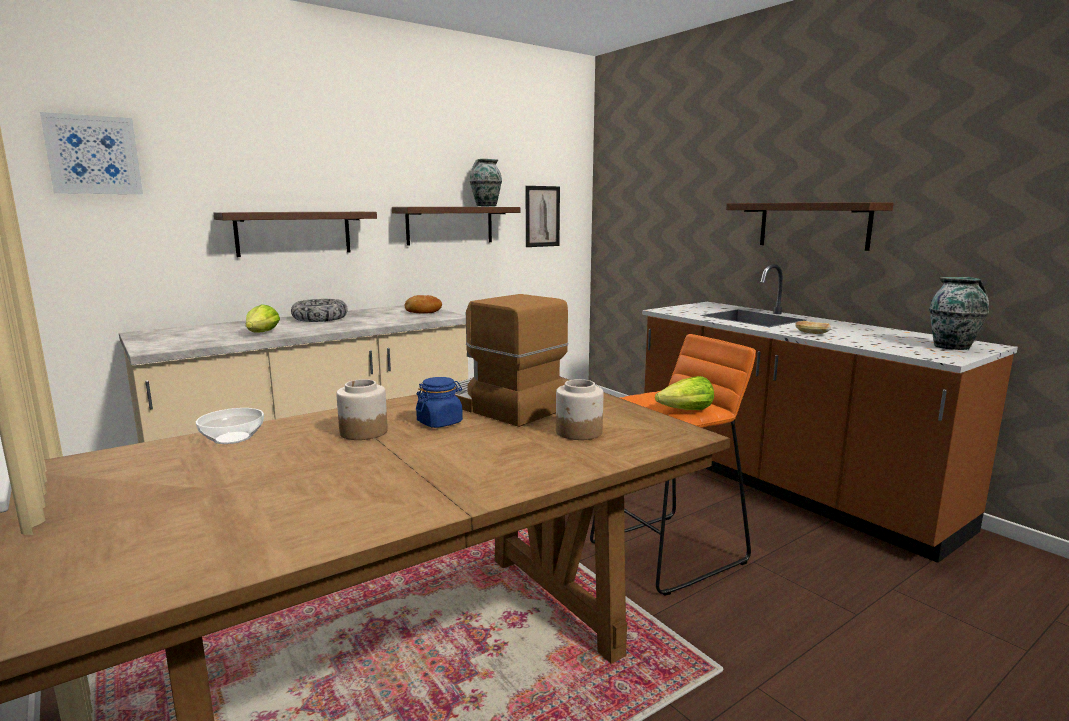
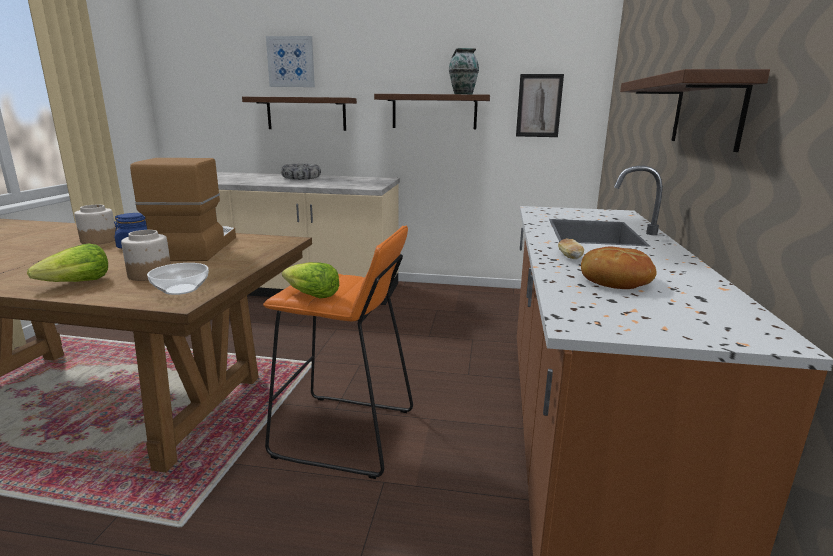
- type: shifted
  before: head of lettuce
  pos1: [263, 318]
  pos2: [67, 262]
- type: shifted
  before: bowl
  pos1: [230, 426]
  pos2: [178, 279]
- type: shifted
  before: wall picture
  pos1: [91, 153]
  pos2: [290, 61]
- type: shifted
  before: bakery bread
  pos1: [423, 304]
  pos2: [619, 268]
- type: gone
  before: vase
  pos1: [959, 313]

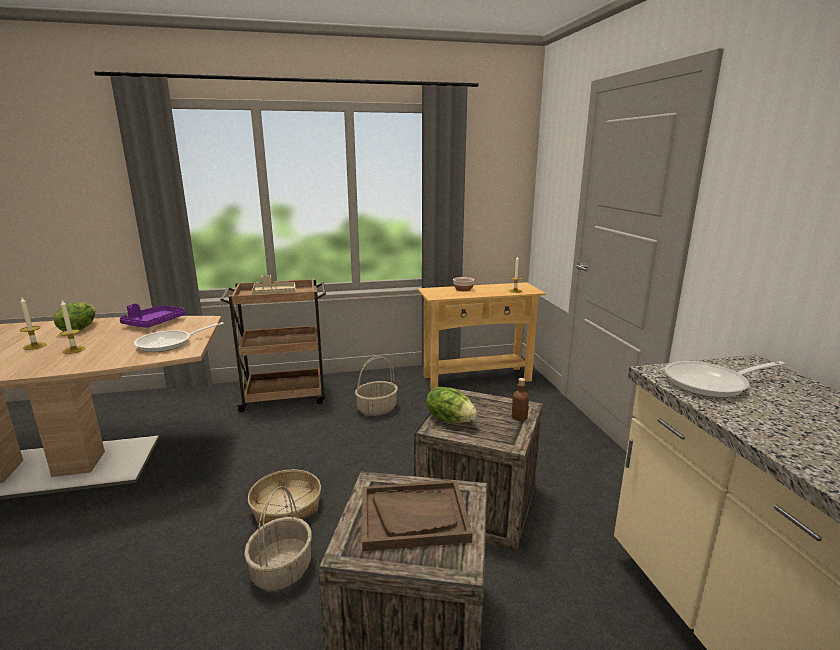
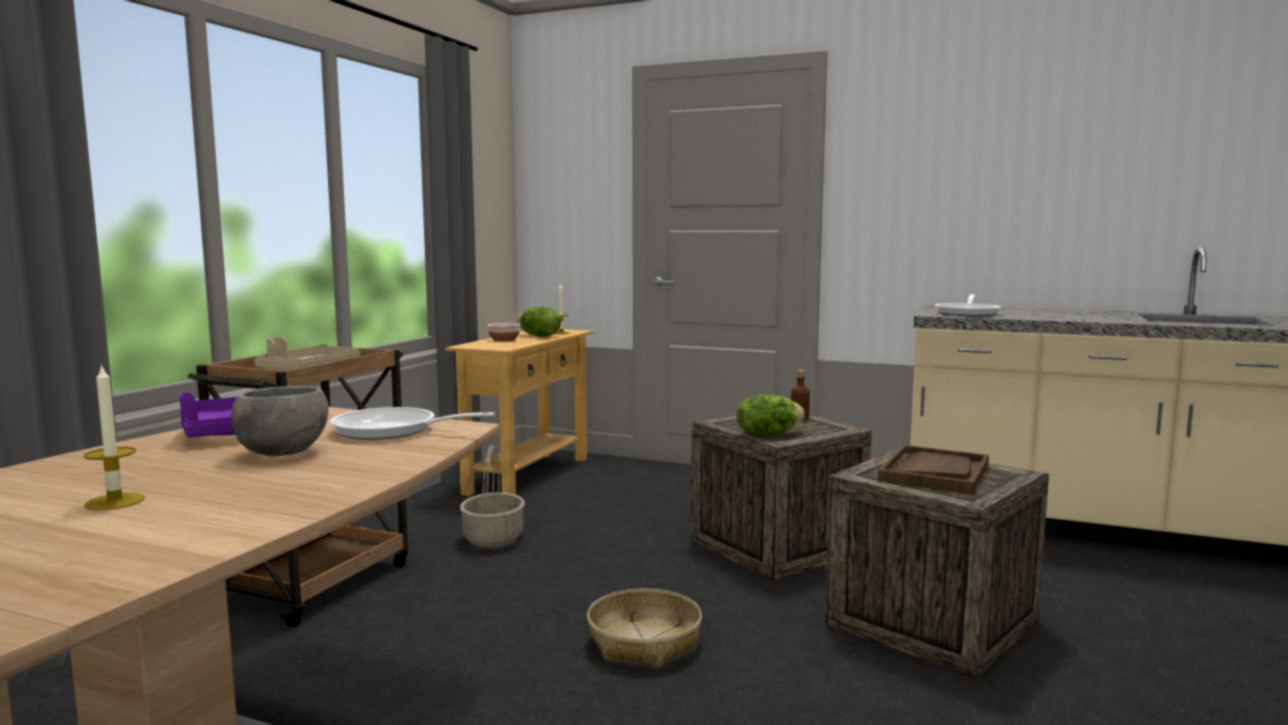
- type: new
  after: greyish bowl
  pos2: [280, 421]
- type: rotated
  before: pan
  pos1: [179, 337]
  pos2: [412, 423]
  turn: 105
- type: shifted
  before: head of lettuce
  pos1: [75, 316]
  pos2: [539, 322]
- type: gone
  before: wax candle
  pos1: [73, 327]
- type: gone
  before: basket
  pos1: [278, 538]

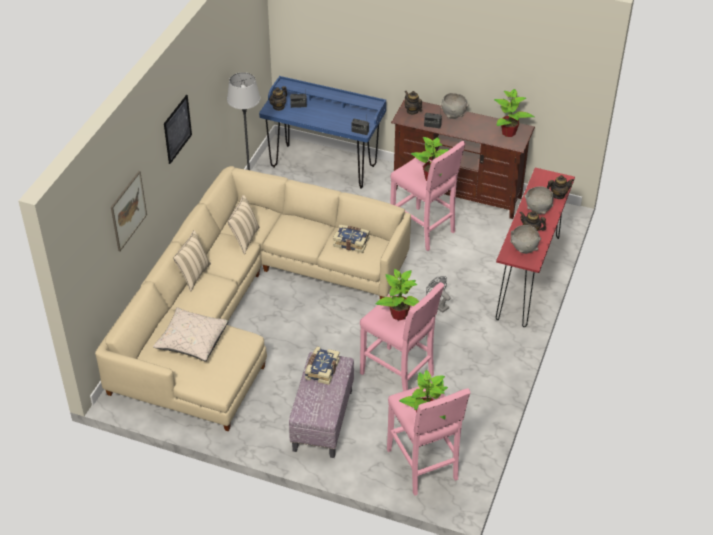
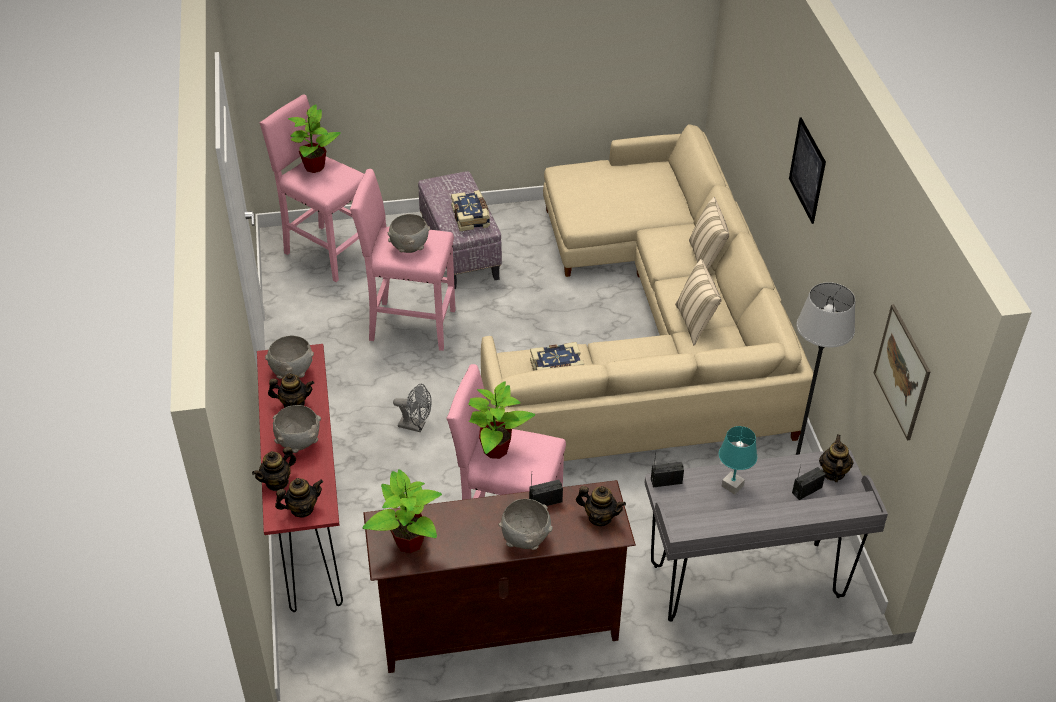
- type: new
  after: teapot
  pos2: [299, 498]
- type: swapped
  before: houseplant
  after: greyish bowl
  pos1: [397, 295]
  pos2: [409, 233]
- type: repainted
  before: bluish desk
  after: greyish desk
  pos1: [322, 132]
  pos2: [766, 535]
- type: new
  after: turquoise lamp for a table
  pos2: [738, 460]
- type: shifted
  before: wall picture
  pos1: [129, 211]
  pos2: [902, 372]
- type: gone
  before: beige cushion
  pos1: [191, 334]

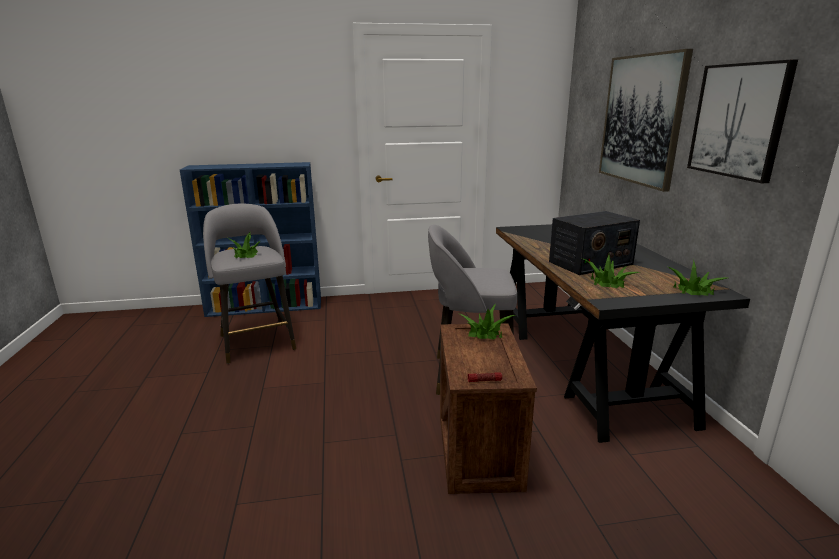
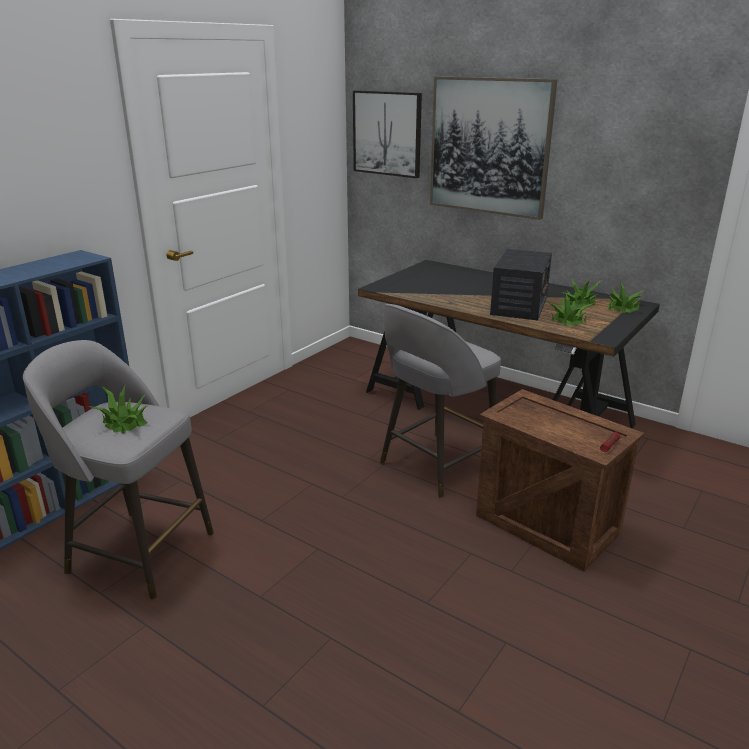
- type: shifted
  before: wall picture
  pos1: [742, 121]
  pos2: [387, 134]
- type: shifted
  before: houseplant
  pos1: [487, 322]
  pos2: [582, 293]

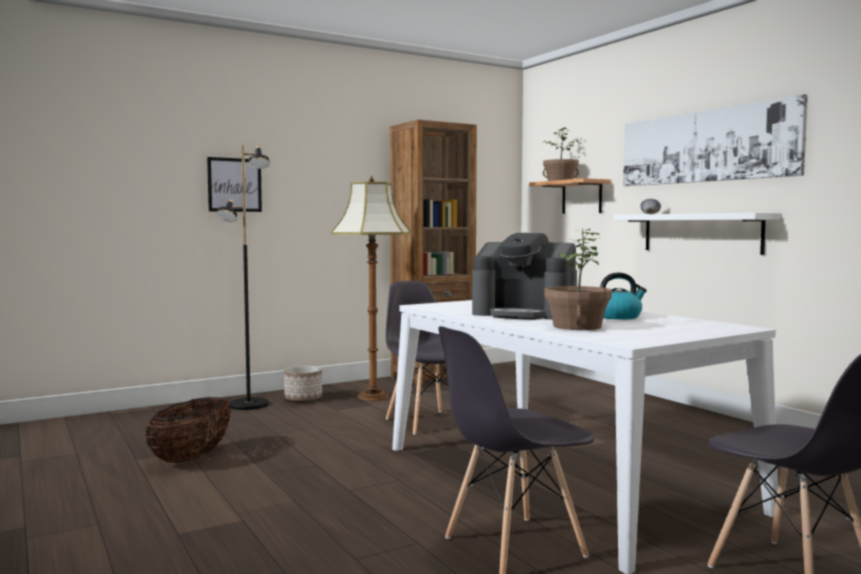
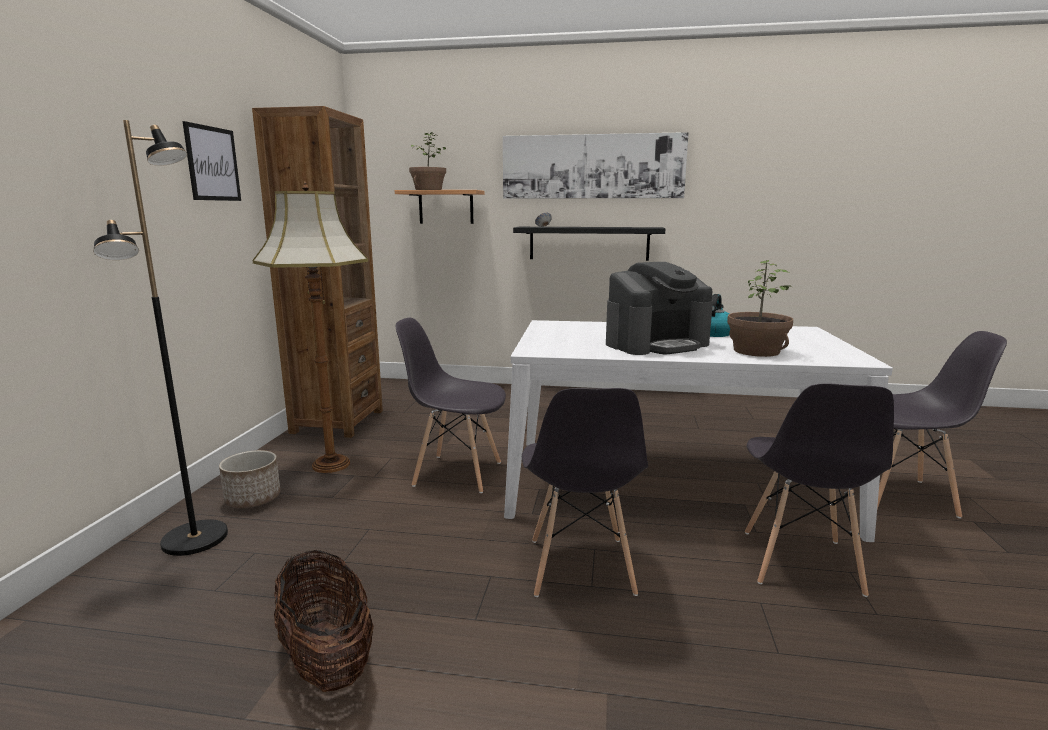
- type: shifted
  before: wall picture
  pos1: [234, 184]
  pos2: [211, 161]
- type: repainted
  before: white shelf
  after: blackish shelf
  pos1: [697, 234]
  pos2: [589, 244]
- type: new
  after: greyish upright chair
  pos2: [585, 492]

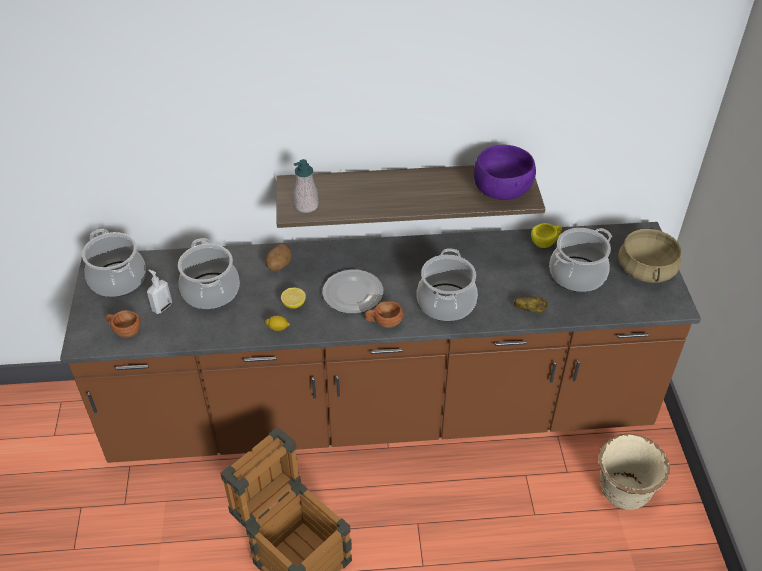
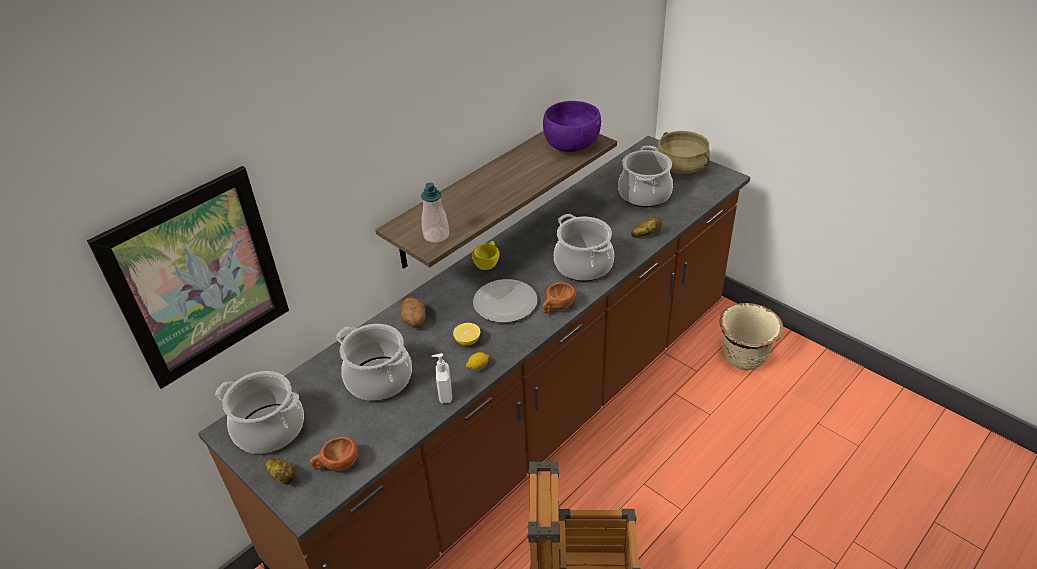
- type: new
  after: wall picture
  pos2: [188, 277]
- type: new
  after: whole potato
  pos2: [281, 471]
- type: shifted
  before: liquid soap bottle
  pos1: [159, 292]
  pos2: [441, 378]
- type: shifted
  before: yellow-coloured drinking cup
  pos1: [546, 235]
  pos2: [486, 255]

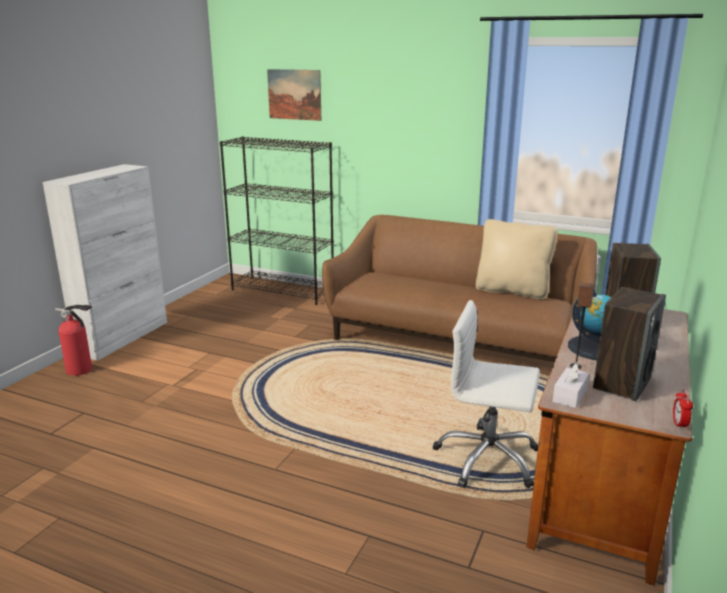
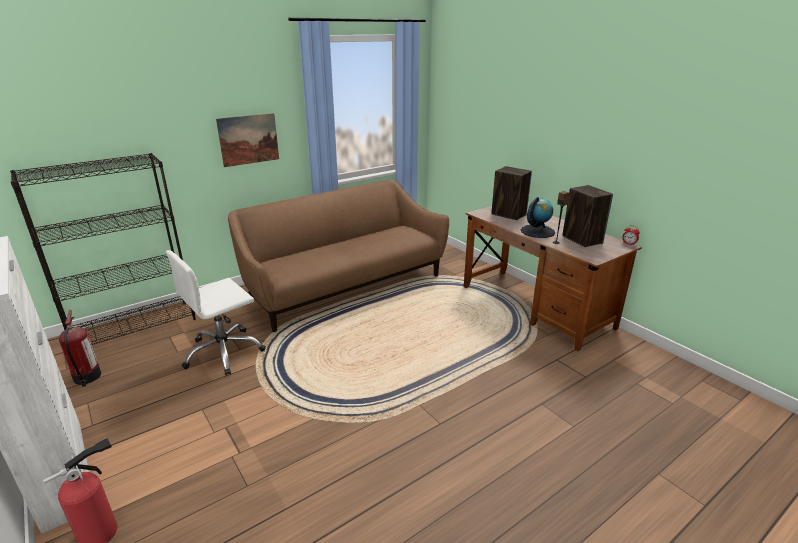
- type: new
  after: fire-fighting cylinder
  pos2: [80, 348]
- type: shifted
  before: white computer chair
  pos1: [486, 394]
  pos2: [216, 313]
- type: shifted
  before: wall picture
  pos1: [294, 95]
  pos2: [247, 140]
- type: gone
  before: beige cushion
  pos1: [517, 259]
- type: gone
  before: white tissue box
  pos1: [571, 385]

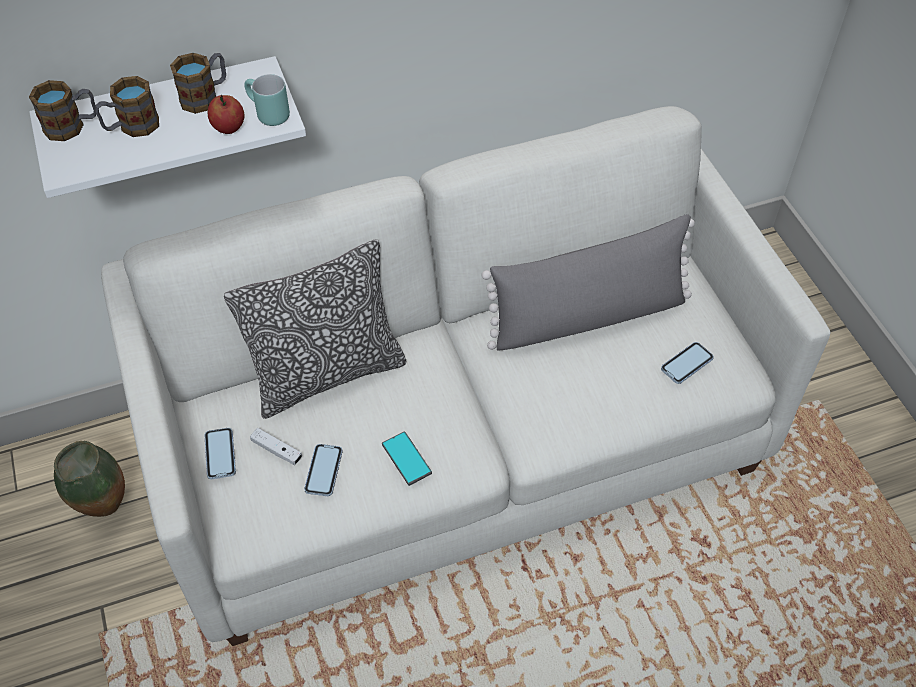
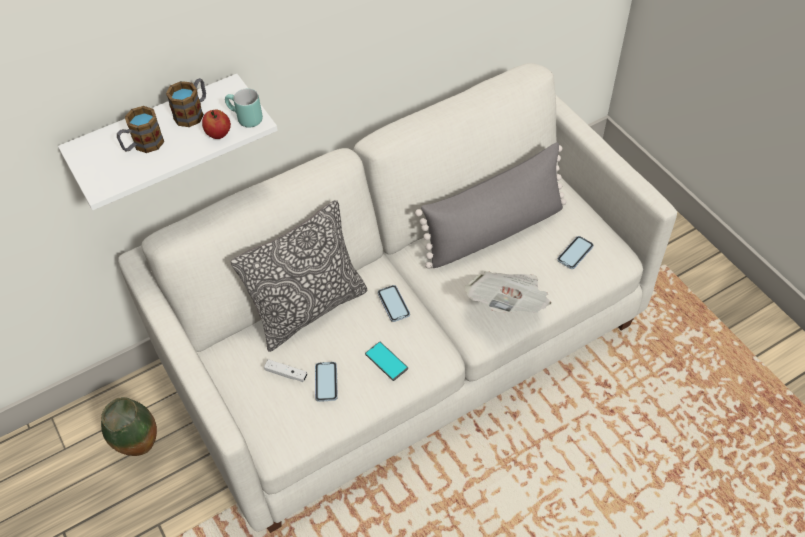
- type: shifted
  before: phone
  pos1: [220, 453]
  pos2: [394, 303]
- type: new
  after: daily paper
  pos2: [508, 292]
- type: gone
  before: tea mug
  pos1: [62, 110]

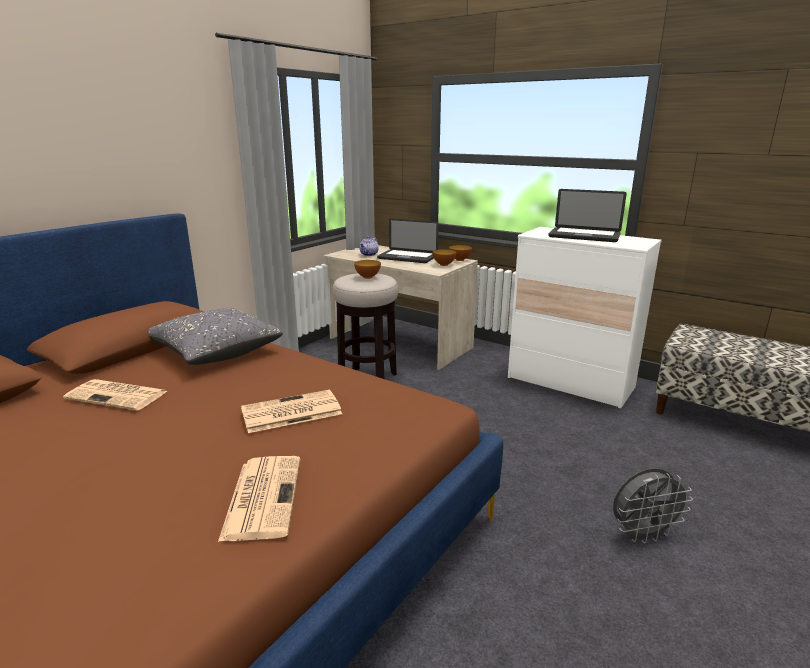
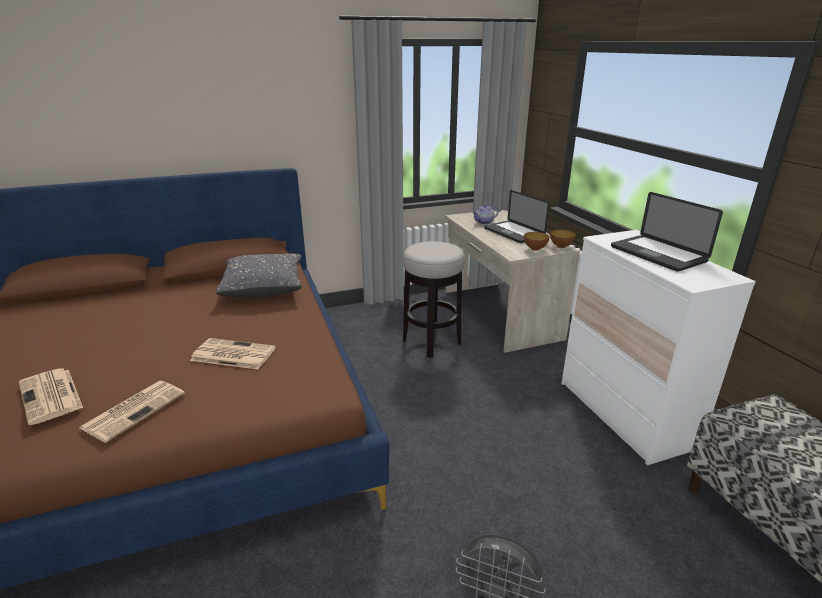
- type: shifted
  before: daily paper
  pos1: [115, 395]
  pos2: [51, 396]
- type: gone
  before: bowl
  pos1: [367, 269]

